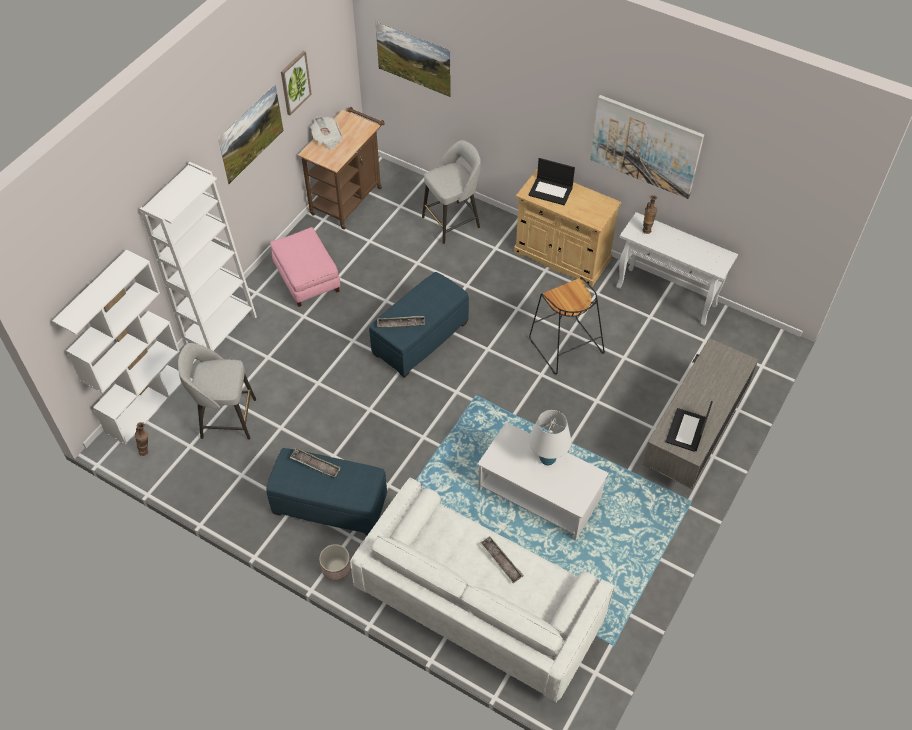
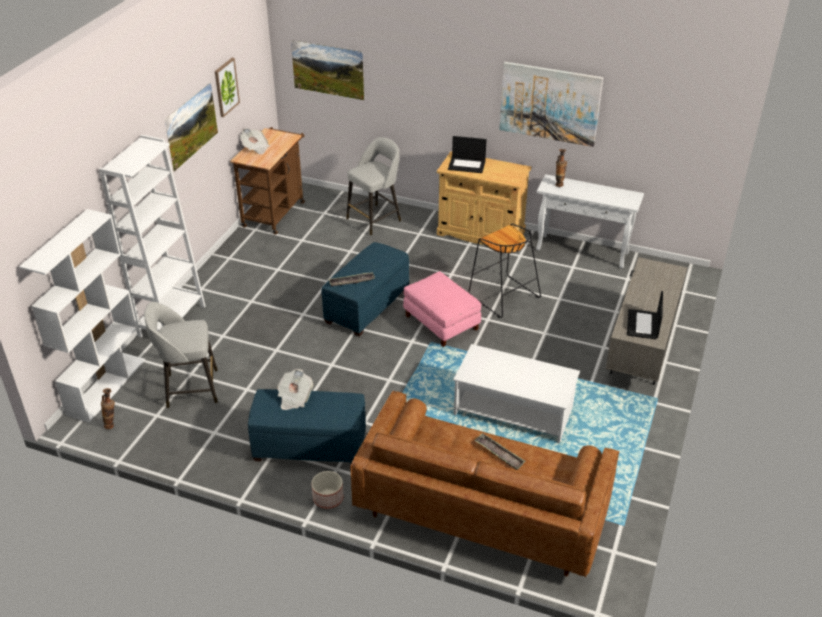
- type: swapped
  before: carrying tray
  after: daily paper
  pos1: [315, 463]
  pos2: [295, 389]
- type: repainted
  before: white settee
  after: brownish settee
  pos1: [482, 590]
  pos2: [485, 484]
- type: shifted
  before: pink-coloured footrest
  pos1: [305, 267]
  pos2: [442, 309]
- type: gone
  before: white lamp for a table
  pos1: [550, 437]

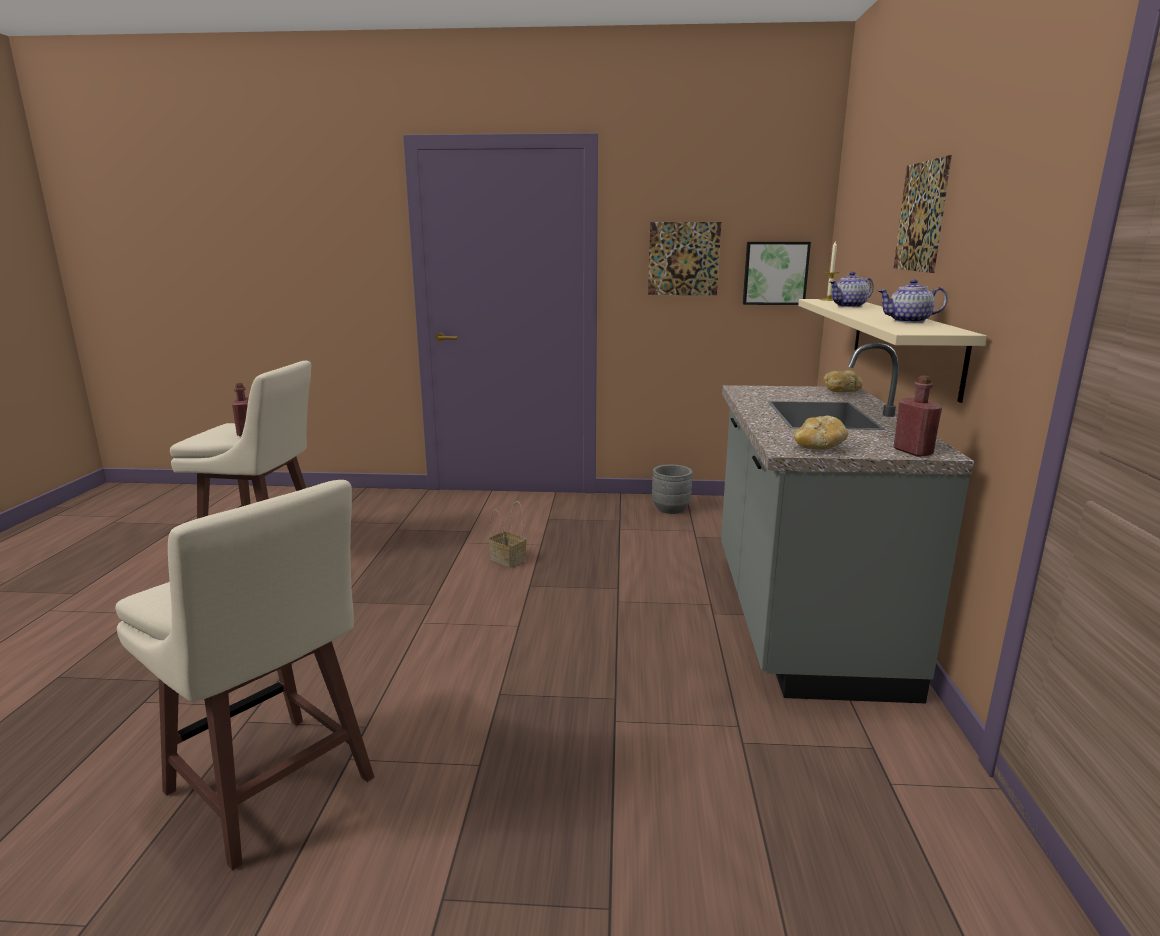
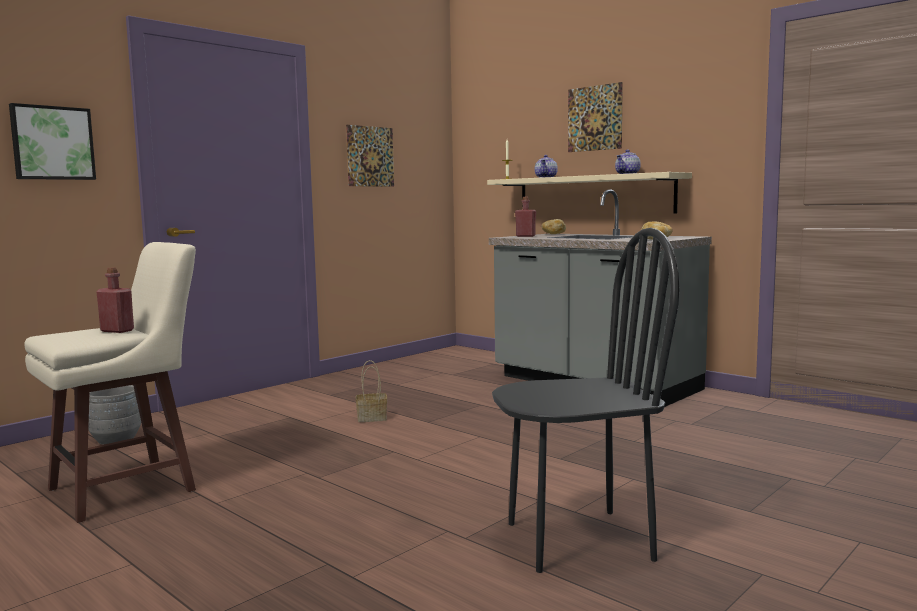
- type: shifted
  before: wall picture
  pos1: [777, 273]
  pos2: [52, 141]
- type: shifted
  before: greyish plant pot
  pos1: [672, 489]
  pos2: [114, 415]
- type: swapped
  before: beige stool
  after: blackish upright chair
  pos1: [244, 675]
  pos2: [586, 400]
- type: shifted
  before: red-coloured beverage bottle
  pos1: [917, 416]
  pos2: [525, 217]

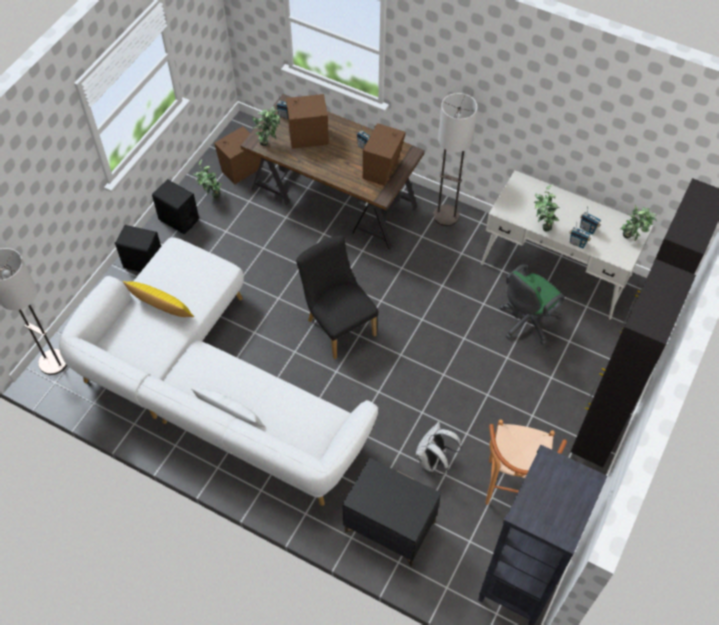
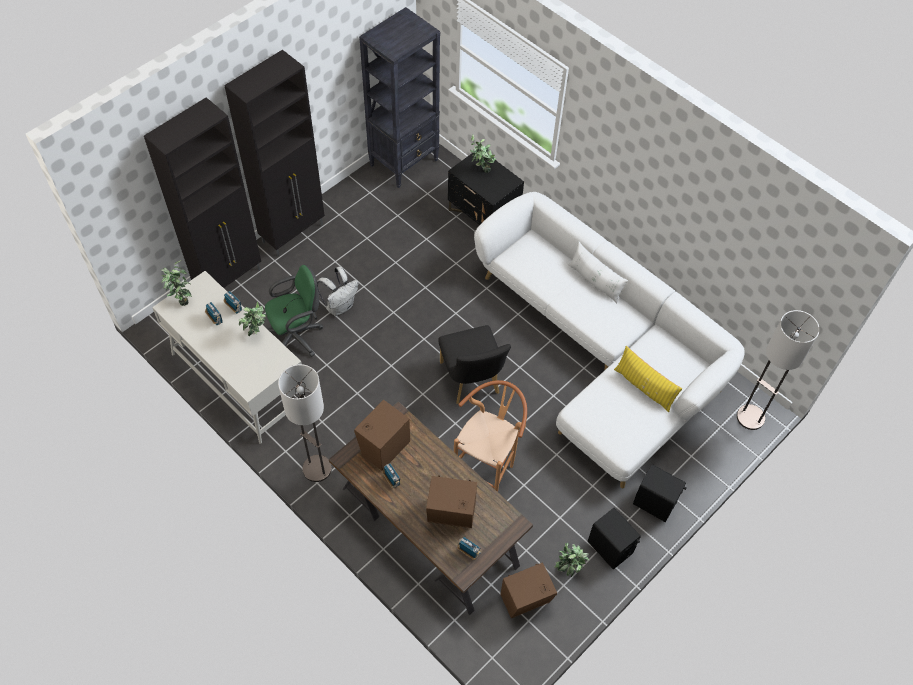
- type: shifted
  before: white knapsack
  pos1: [439, 448]
  pos2: [337, 291]
- type: shifted
  before: brownish stool
  pos1: [526, 462]
  pos2: [490, 436]
- type: shifted
  before: houseplant
  pos1: [266, 126]
  pos2: [483, 154]

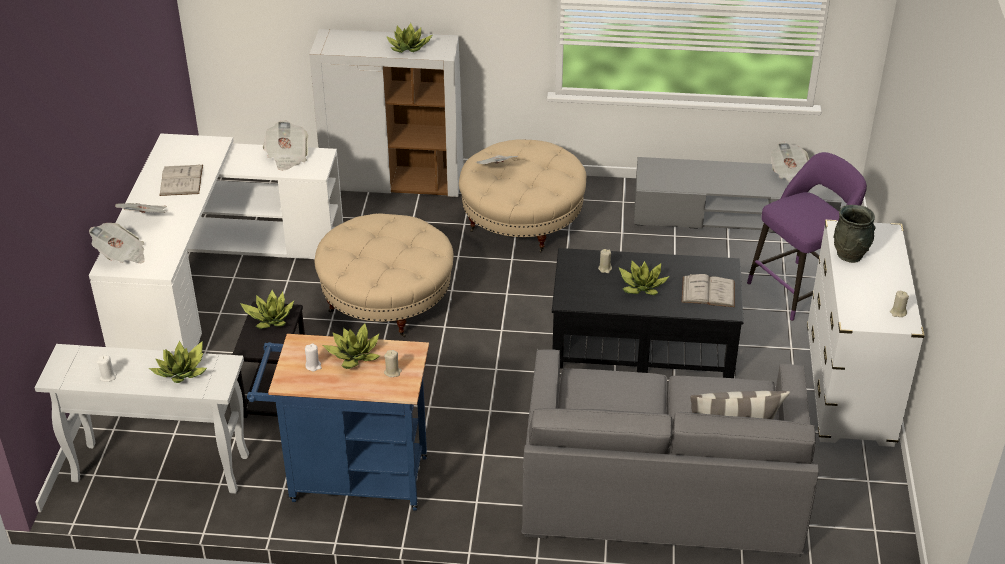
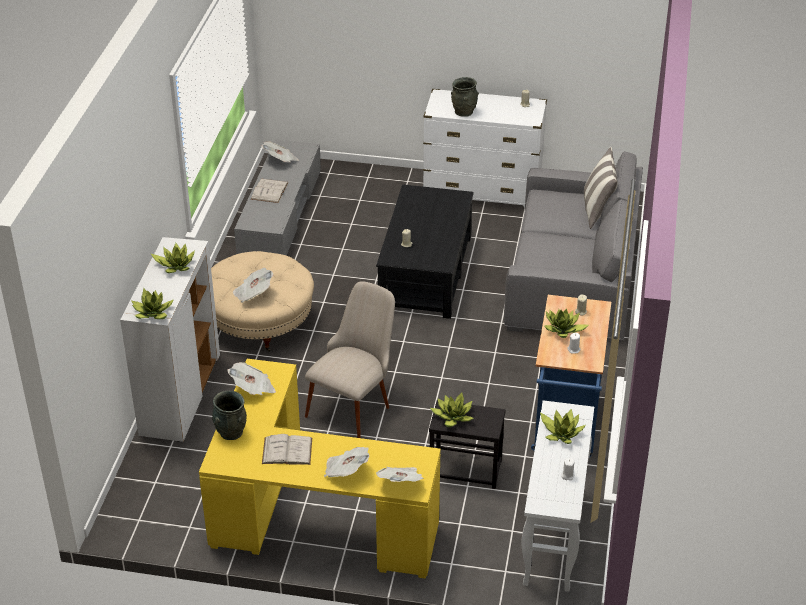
- type: shifted
  before: houseplant
  pos1: [644, 278]
  pos2: [152, 303]
- type: repainted
  before: white desk
  after: yellow-coloured desk
  pos1: [216, 242]
  pos2: [320, 469]
- type: new
  after: greyish vase
  pos2: [229, 415]
- type: shifted
  before: white bound book
  pos1: [708, 290]
  pos2: [270, 191]
- type: swapped
  before: beige footrest
  after: beige upright chair
  pos1: [384, 275]
  pos2: [350, 359]
- type: gone
  before: purplish stool
  pos1: [807, 236]

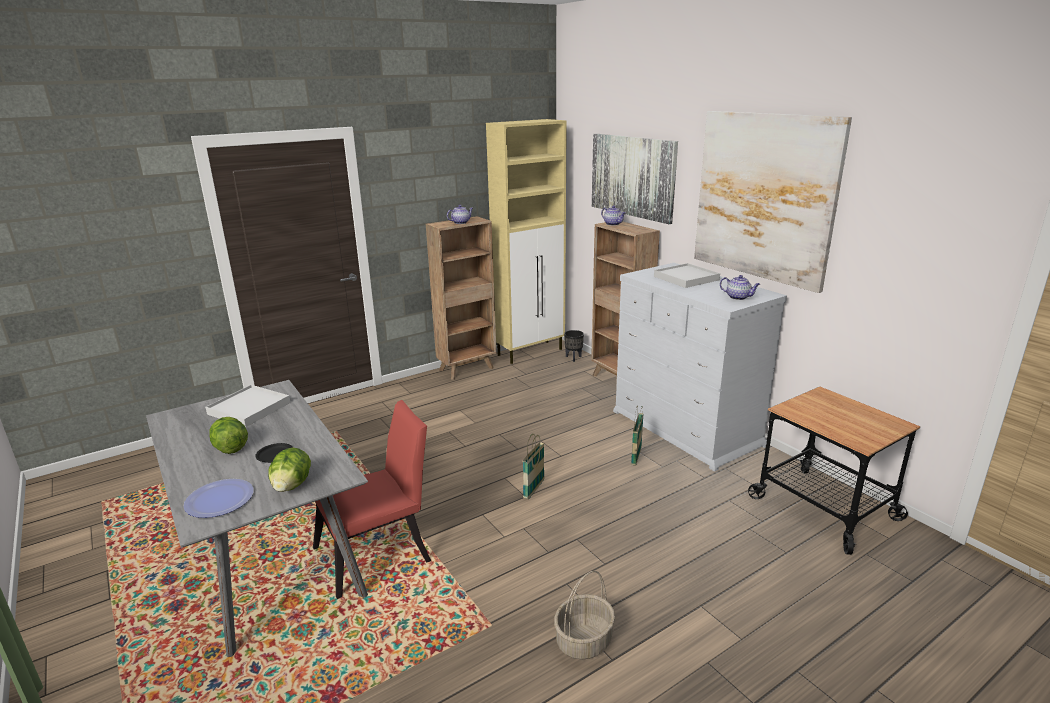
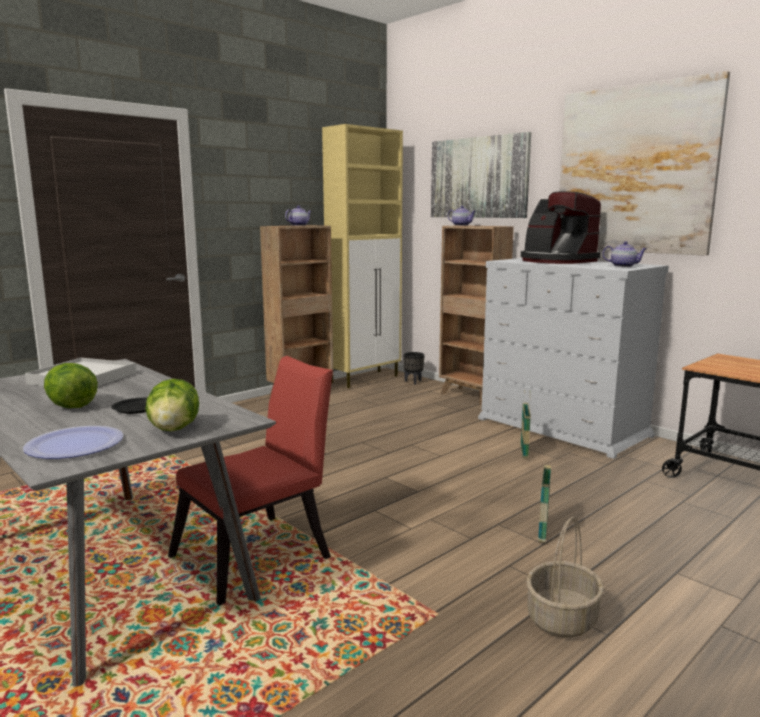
- type: swapped
  before: white carrying tray
  after: coffee brewer
  pos1: [687, 275]
  pos2: [561, 227]
- type: shifted
  before: basket
  pos1: [534, 466]
  pos2: [544, 497]

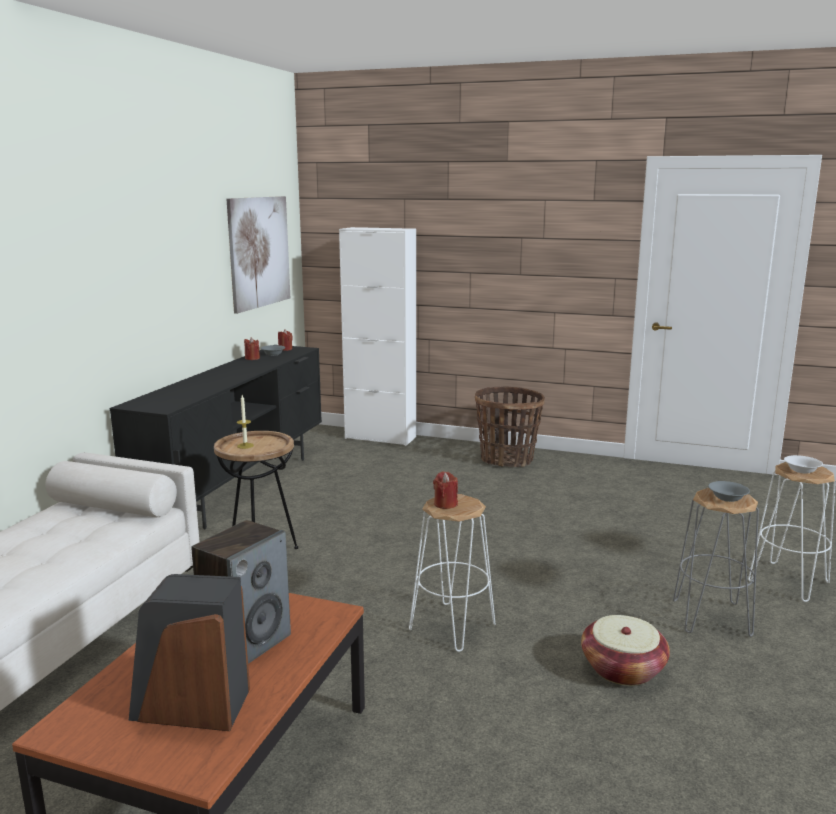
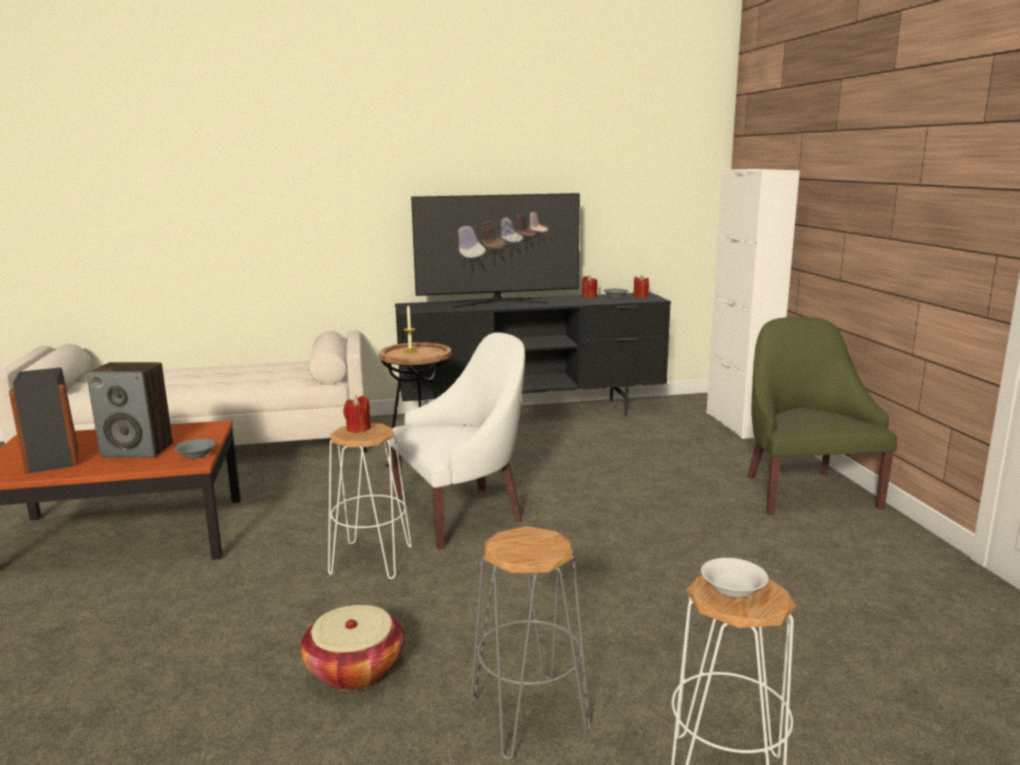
- type: shifted
  before: greyish bowl
  pos1: [729, 491]
  pos2: [195, 449]
- type: new
  after: white lounge chair
  pos2: [457, 441]
- type: new
  after: television
  pos2: [495, 250]
- type: swapped
  before: basket
  after: greenish lounge chair
  pos1: [510, 426]
  pos2: [822, 415]
- type: gone
  before: wall picture
  pos1: [258, 255]

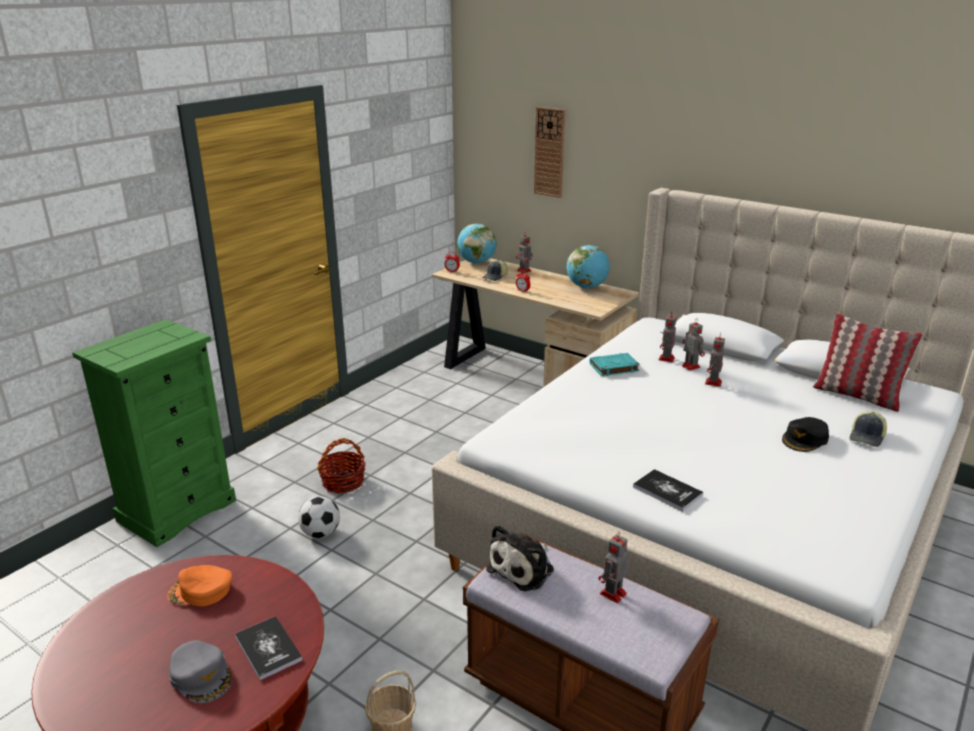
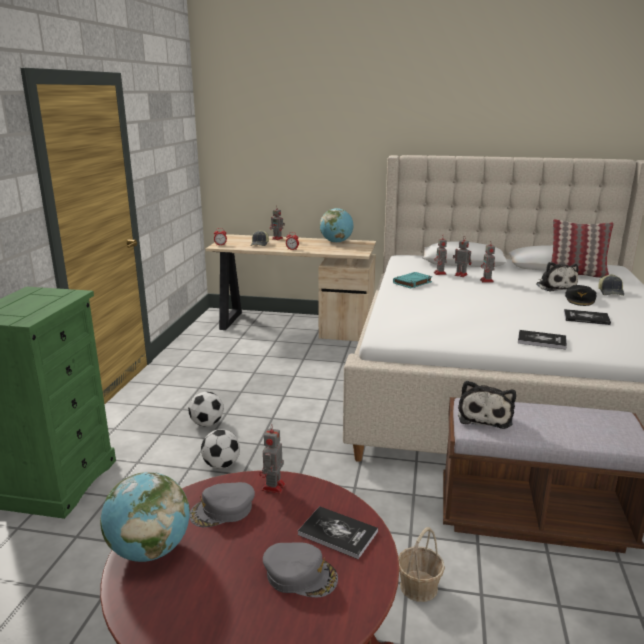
- type: shifted
  before: desk globe
  pos1: [477, 244]
  pos2: [145, 517]
- type: swapped
  before: basket
  after: football ball
  pos1: [341, 466]
  pos2: [206, 409]
- type: repainted
  before: orangey peaked cap
  after: greyish peaked cap
  pos1: [199, 585]
  pos2: [222, 504]
- type: shifted
  before: model robot
  pos1: [613, 567]
  pos2: [272, 459]
- type: new
  after: cuddly toy
  pos2: [557, 276]
- type: new
  after: bound book
  pos2: [587, 317]
- type: gone
  before: clock on the wall
  pos1: [549, 152]

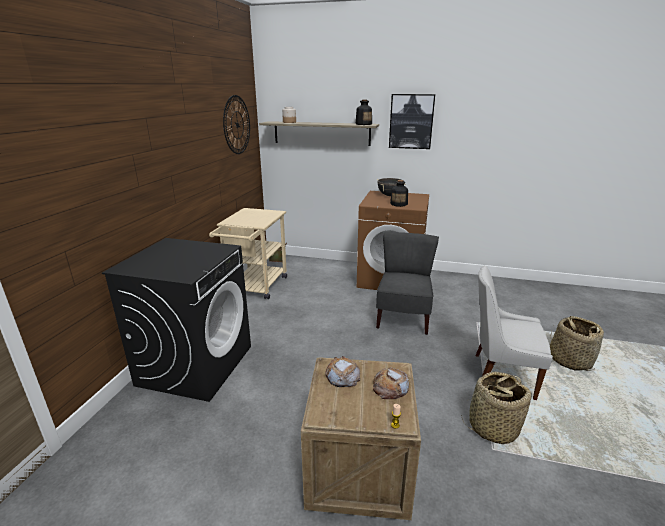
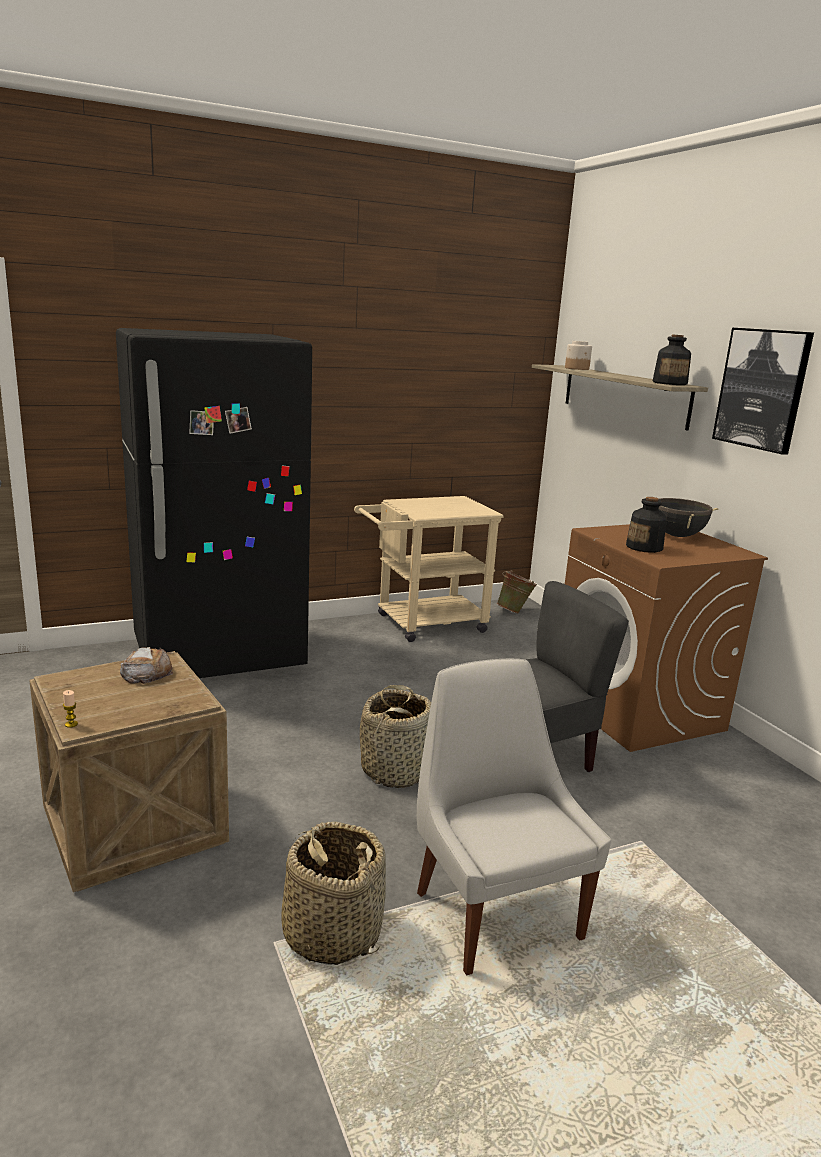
- type: swapped
  before: blackish washing machine
  after: blackish fridge
  pos1: [176, 320]
  pos2: [214, 503]
- type: shifted
  before: basket
  pos1: [577, 343]
  pos2: [395, 736]
- type: gone
  before: clock on the wall
  pos1: [236, 124]
- type: gone
  before: bakery bread
  pos1: [391, 383]

